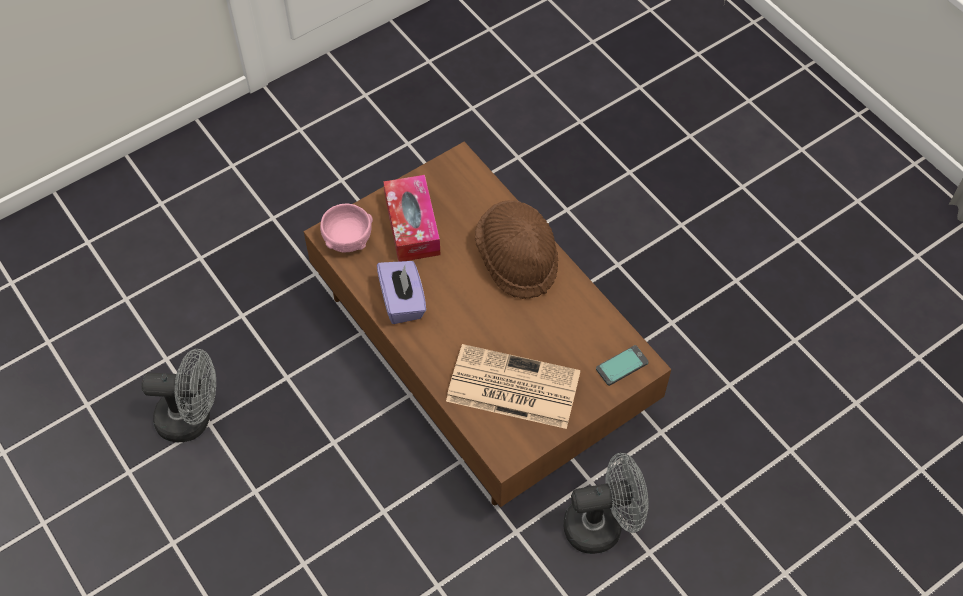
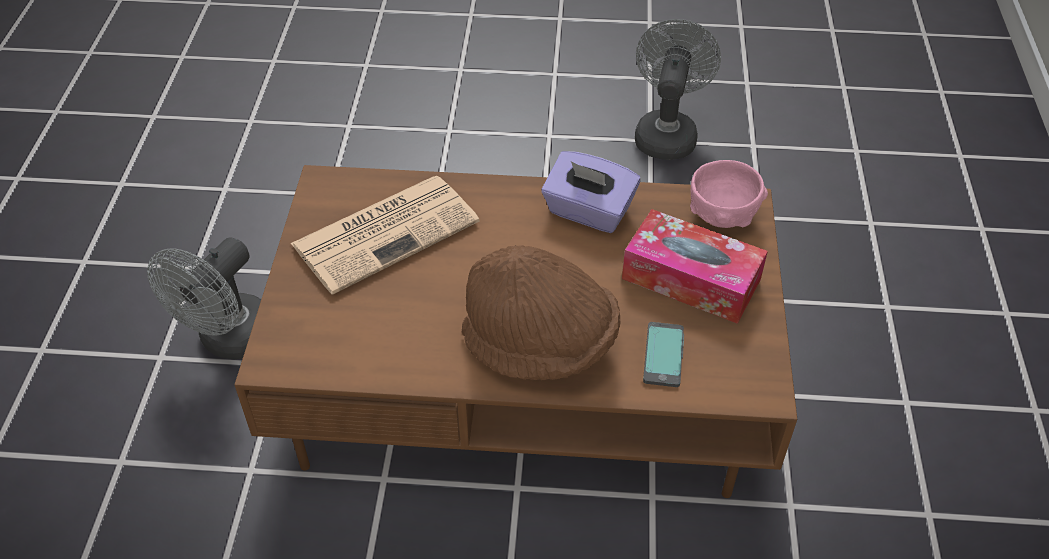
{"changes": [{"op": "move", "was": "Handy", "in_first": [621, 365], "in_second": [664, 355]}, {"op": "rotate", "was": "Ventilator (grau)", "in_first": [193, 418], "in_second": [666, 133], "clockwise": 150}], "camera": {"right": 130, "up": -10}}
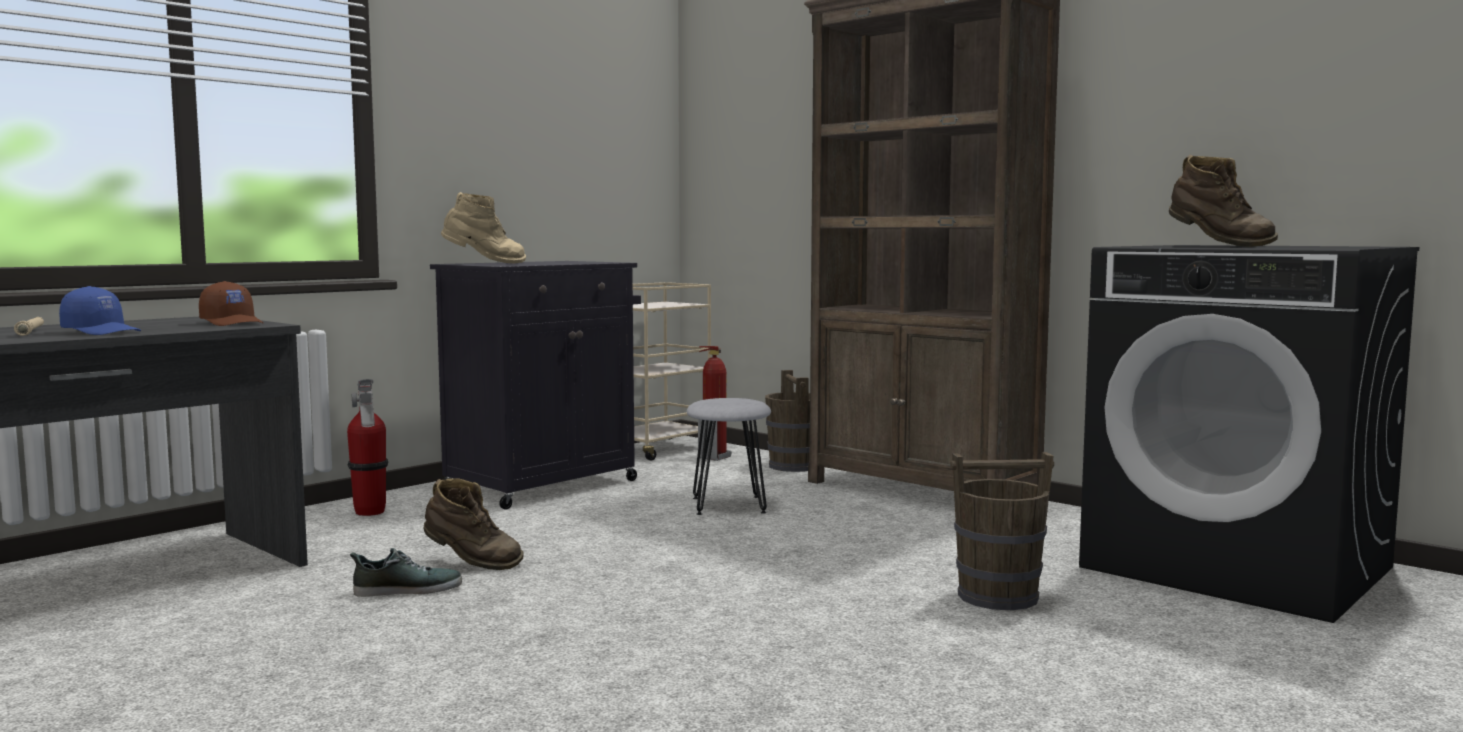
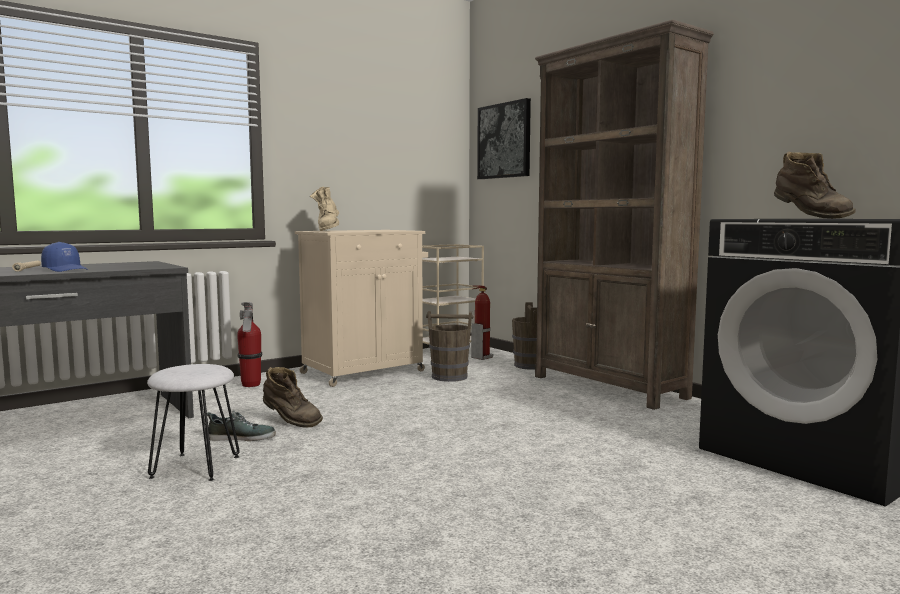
{"changes": [{"op": "rotate", "was": "Stiefel (beige)", "in_first": [484, 263], "in_second": [328, 230], "clockwise": 90}, {"op": "recolor", "was": "Schrank (schwarz)", "now": "Schrank (beige)", "in_first": [544, 485], "in_second": [365, 372]}, {"op": "delete", "was": "Kappe (braun)", "in_first": [233, 323]}, {"op": "move", "was": "Hocker (weiß)", "in_first": [728, 505], "in_second": [196, 466]}, {"op": "move", "was": "Eimer (braun)", "in_first": [997, 596], "in_second": [449, 377]}, {"op": "insert", "now": "Bild", "in_second": [504, 141]}], "camera": {"right": 10, "up": 0}}
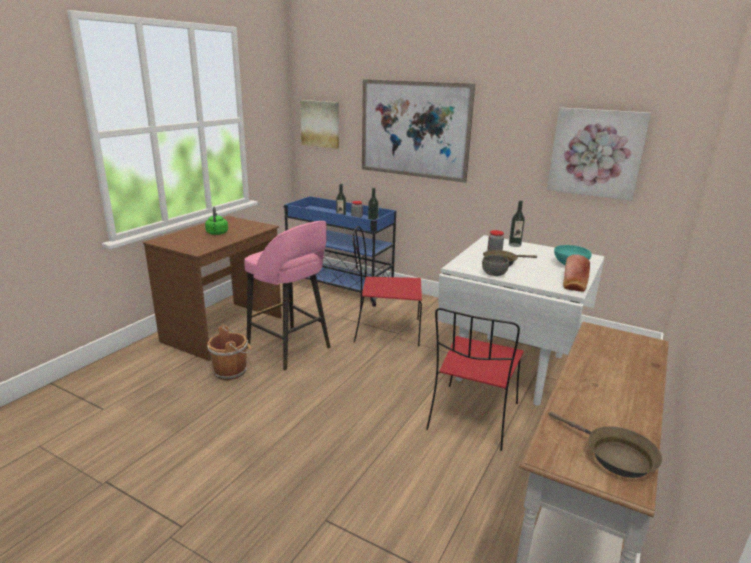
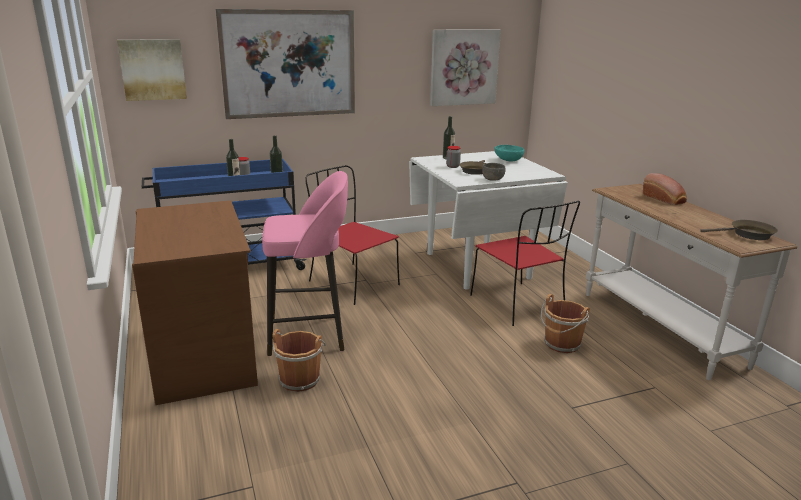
{"changes": [{"op": "delete", "was": "Wasserkessel (grün)", "in_first": [217, 233]}, {"op": "rotate", "was": "Stuhl (rot)", "in_first": [385, 330], "in_second": [352, 283], "clockwise": 90}, {"op": "move", "was": "Brot", "in_first": [574, 283], "in_second": [664, 199]}, {"op": "insert", "now": "Eimer (braun)", "in_second": [561, 344]}], "camera": {"right": -50, "up": 0}}
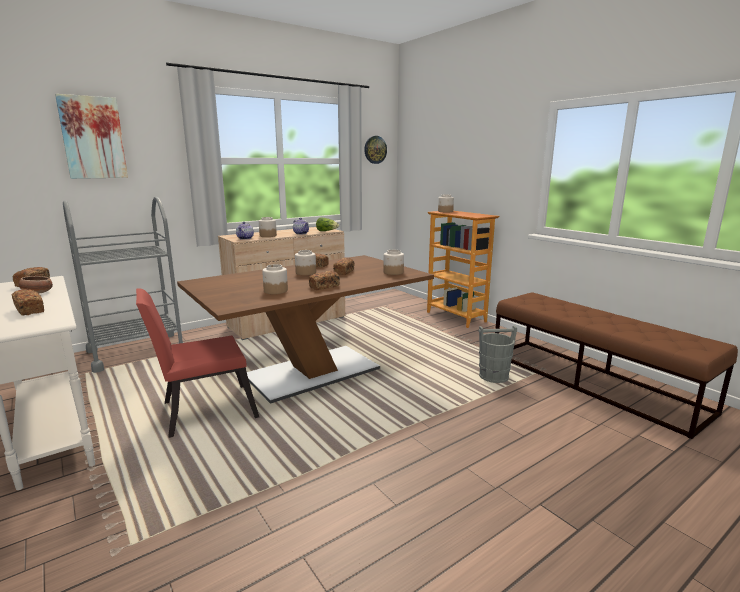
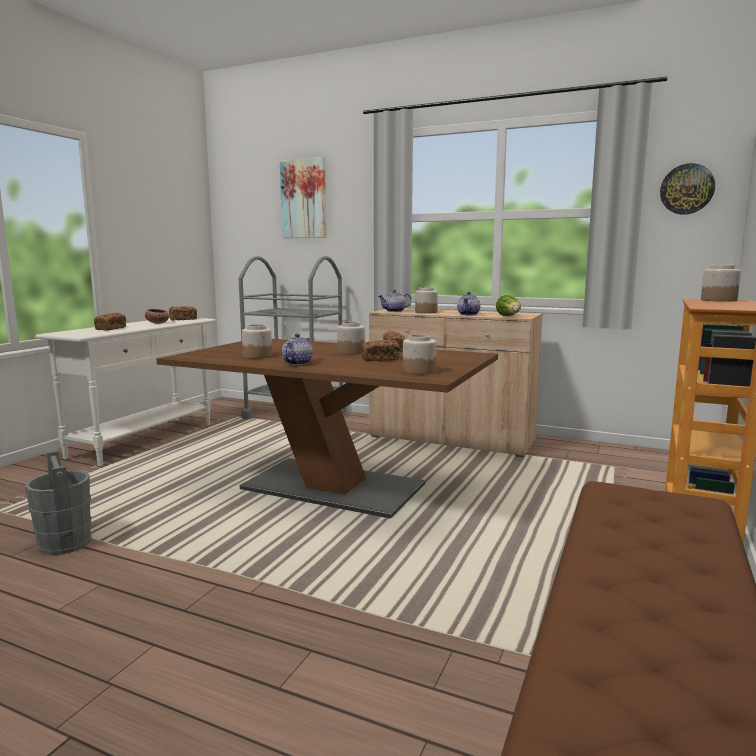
{"changes": [{"op": "replace", "was": "Brot", "now": "Teekanne", "in_first": [324, 287], "in_second": [297, 363]}, {"op": "delete", "was": "Stuhl (rot)", "in_first": [202, 410]}, {"op": "move", "was": "Eimer (grau)", "in_first": [494, 376], "in_second": [65, 543]}], "camera": {"right": 60, "up": -5}}
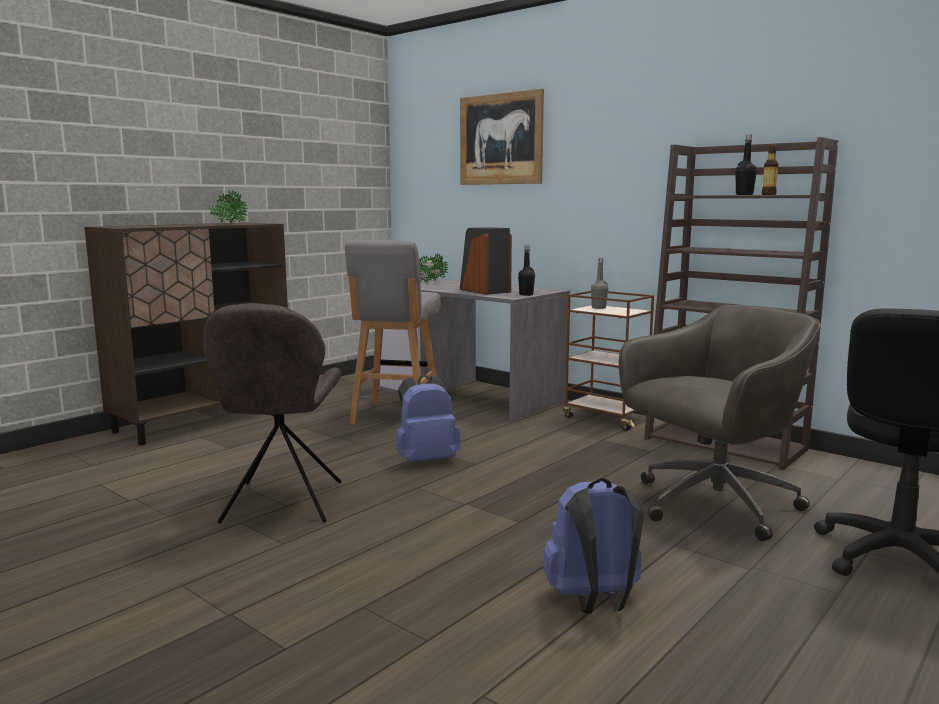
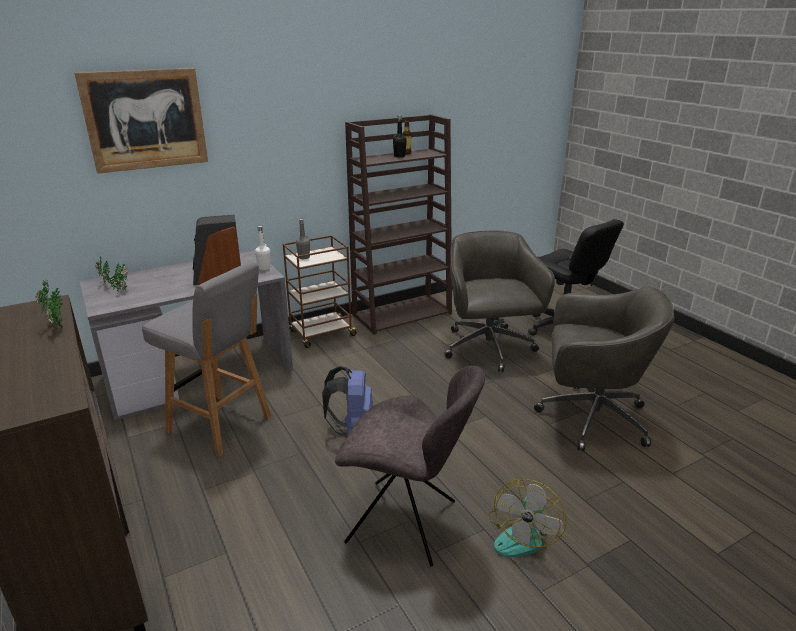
{"changes": [{"op": "recolor", "was": "Flasche (schwarz)", "now": "Flasche (weiß)", "in_first": [526, 295], "in_second": [264, 268]}, {"op": "replace", "was": "Rucksack (blau)", "now": "Bürostuhl (grau)", "in_first": [594, 602], "in_second": [590, 417]}, {"op": "insert", "now": "Ventilator", "in_second": [521, 534]}], "camera": {"right": -70, "up": 15}}
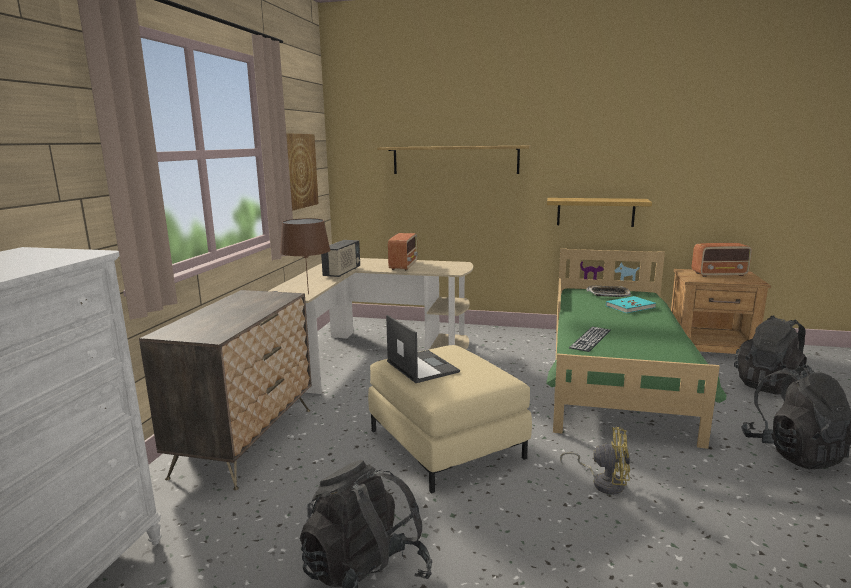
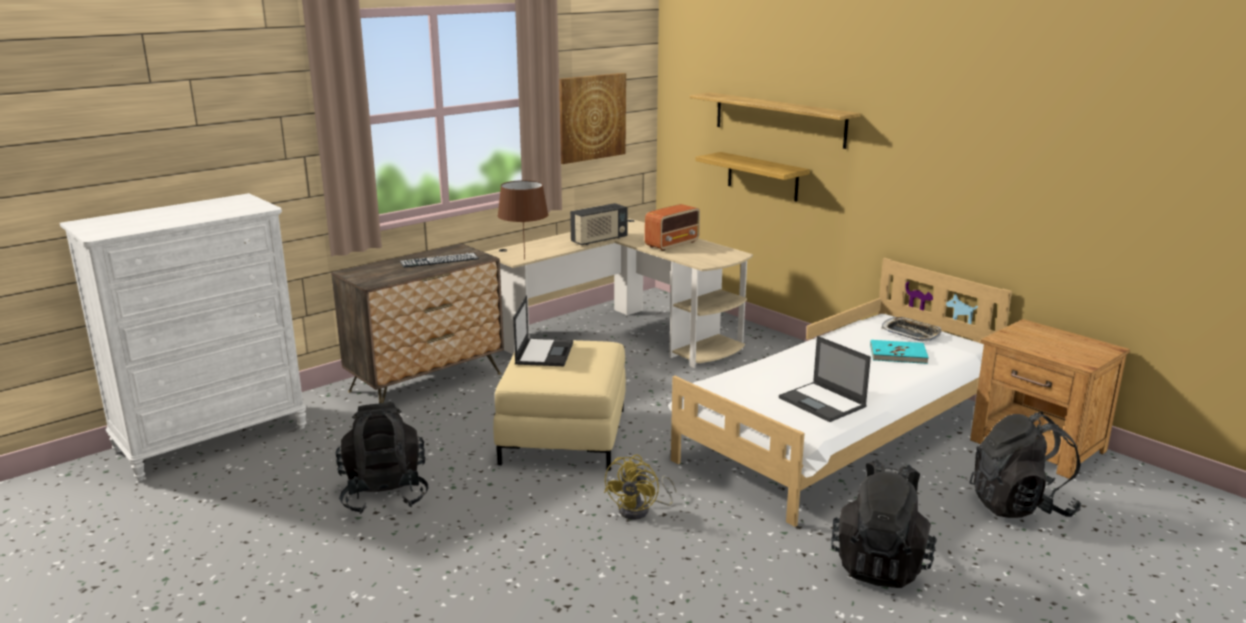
{"changes": [{"op": "move", "was": "Wandregal", "in_first": [595, 212], "in_second": [762, 176]}, {"op": "delete", "was": "Radio", "in_first": [719, 274]}, {"op": "recolor", "was": "Bett (grün)", "now": "Bett (weiß)", "in_first": [615, 376], "in_second": [841, 435]}, {"op": "move", "was": "Tastatur", "in_first": [590, 339], "in_second": [439, 260]}, {"op": "rotate", "was": "Ventilator (gelb)", "in_first": [603, 482], "in_second": [640, 510], "clockwise": 60}, {"op": "insert", "now": "Laptop", "in_second": [823, 402]}], "camera": {"right": 35, "up": 5}}
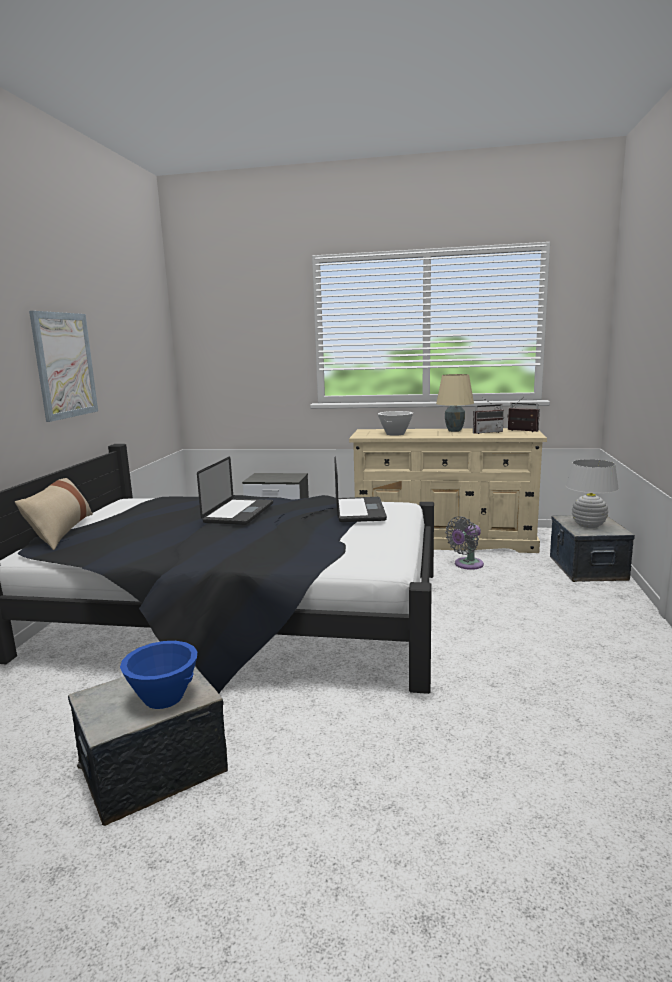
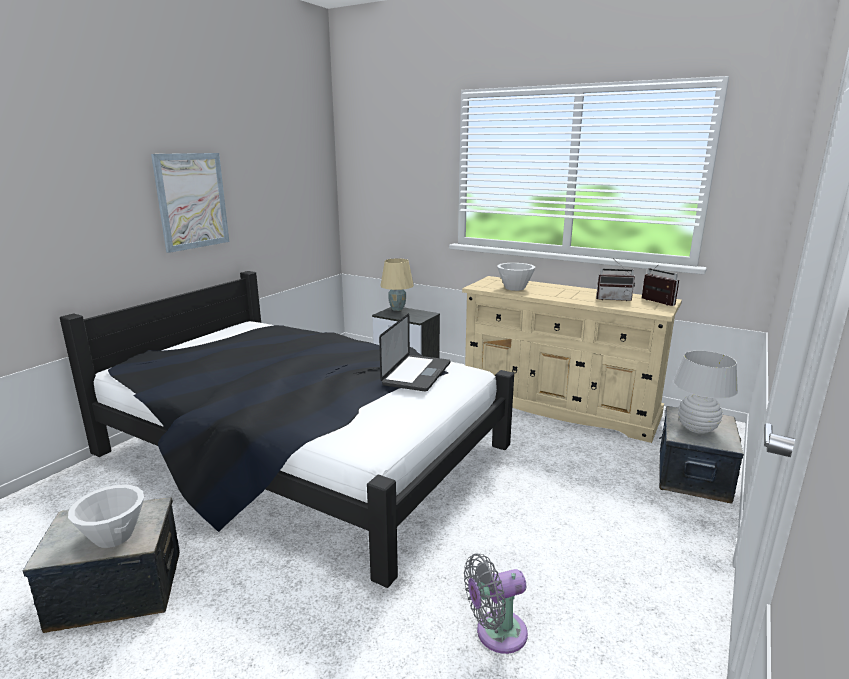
{"changes": [{"op": "move", "was": "Tischlampe (beige)", "in_first": [454, 430], "in_second": [397, 309]}, {"op": "delete", "was": "Laptop", "in_first": [239, 513]}, {"op": "delete", "was": "Kissen (beige)", "in_first": [61, 531]}, {"op": "move", "was": "Ventilator (grau)", "in_first": [466, 565], "in_second": [496, 633]}, {"op": "recolor", "was": "Schüssel (blau)", "now": "Schüssel (weiß)", "in_first": [164, 697], "in_second": [114, 536]}], "camera": {"right": 20, "up": 5}}
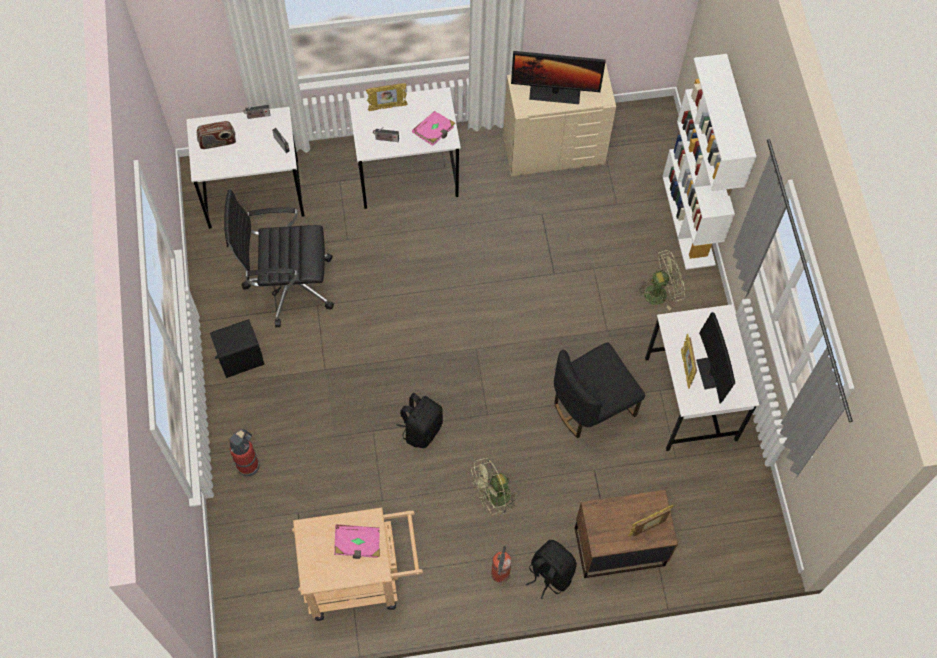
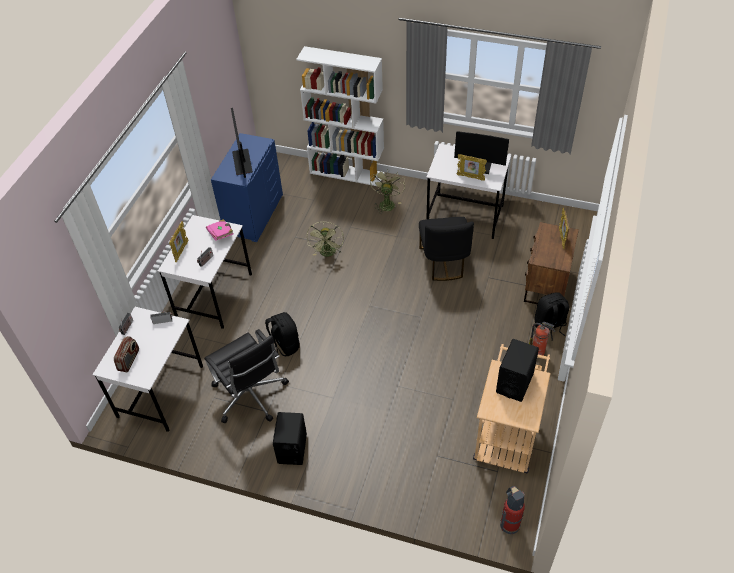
{"changes": [{"op": "rotate", "was": "Monitor", "in_first": [555, 92], "in_second": [242, 162], "clockwise": 135}, {"op": "recolor", "was": "Kommode (beige)", "now": "Kommode (blau)", "in_first": [553, 149], "in_second": [253, 214]}, {"op": "rotate", "was": "Bürostuhl (schwarz)", "in_first": [288, 284], "in_second": [251, 396], "clockwise": -60}, {"op": "move", "was": "Rucksack (schwarz)", "in_first": [421, 429], "in_second": [284, 345]}, {"op": "move", "was": "Feuerlöscher", "in_first": [249, 464], "in_second": [509, 523]}, {"op": "move", "was": "Ventilator (grün)", "in_first": [493, 497], "in_second": [328, 253]}, {"op": "replace", "was": "Buch (rosa)", "now": "Lautsprecher (schwarz)", "in_first": [357, 544], "in_second": [514, 383]}], "camera": {"right": -60, "up": -15}}
